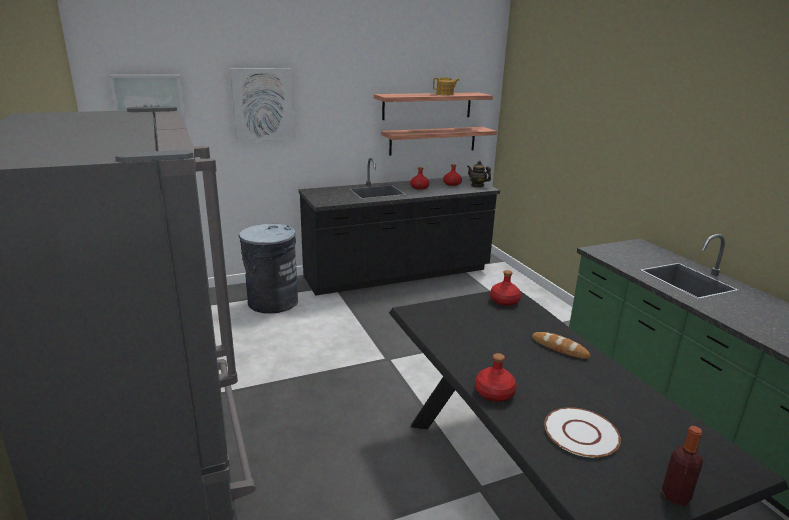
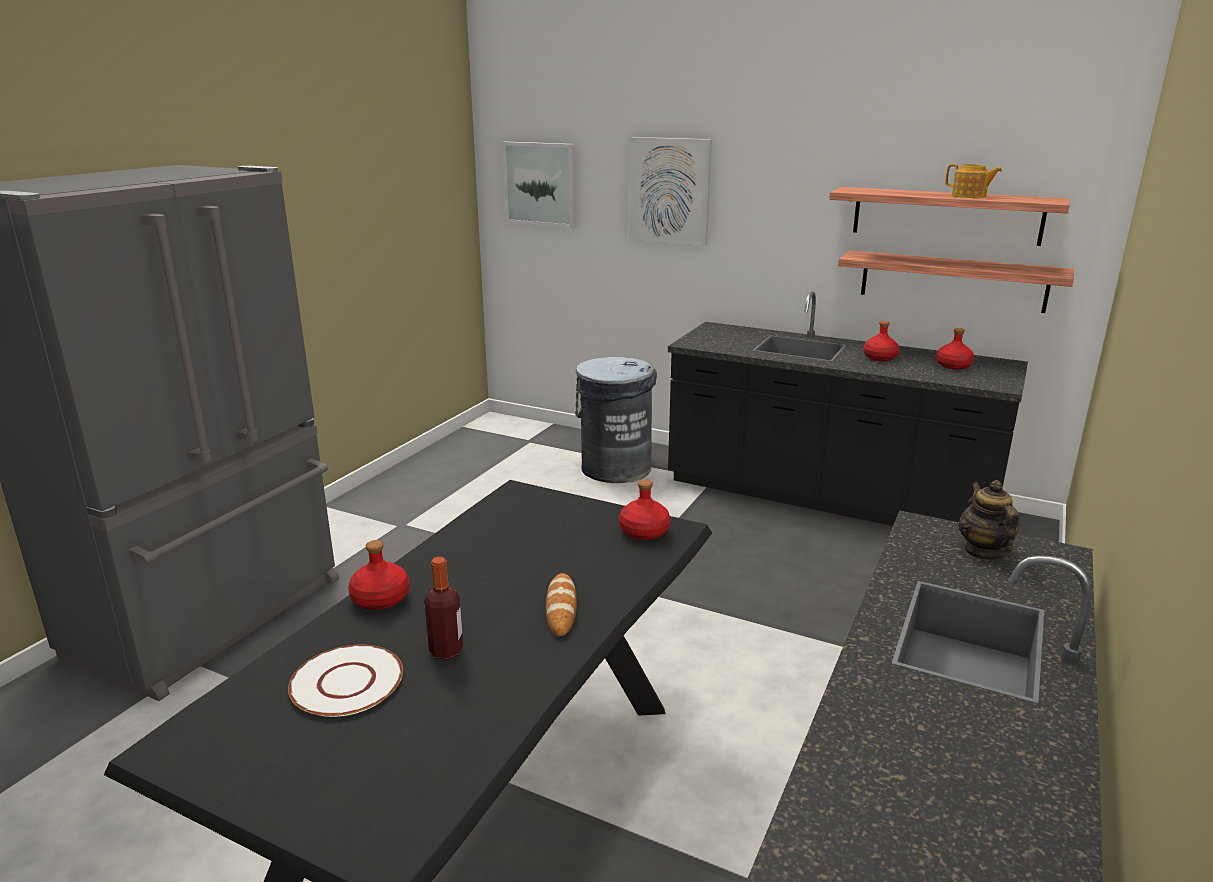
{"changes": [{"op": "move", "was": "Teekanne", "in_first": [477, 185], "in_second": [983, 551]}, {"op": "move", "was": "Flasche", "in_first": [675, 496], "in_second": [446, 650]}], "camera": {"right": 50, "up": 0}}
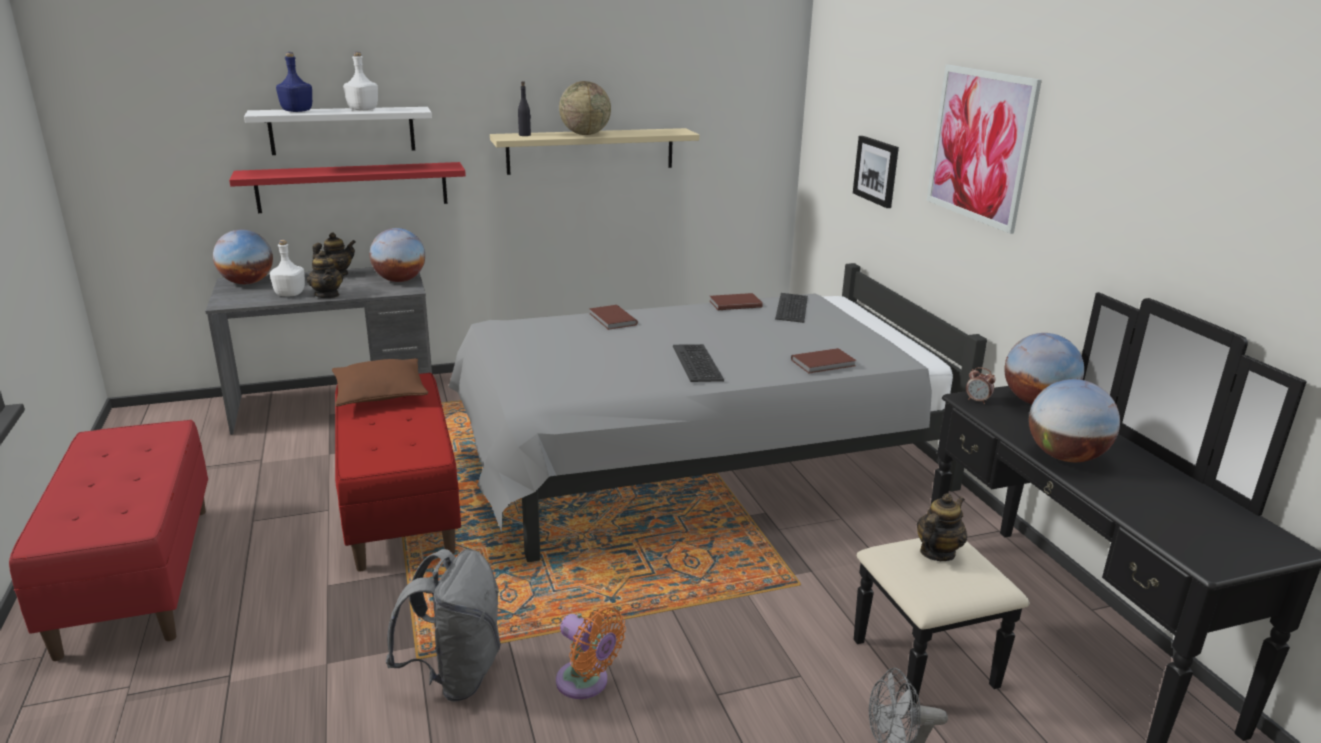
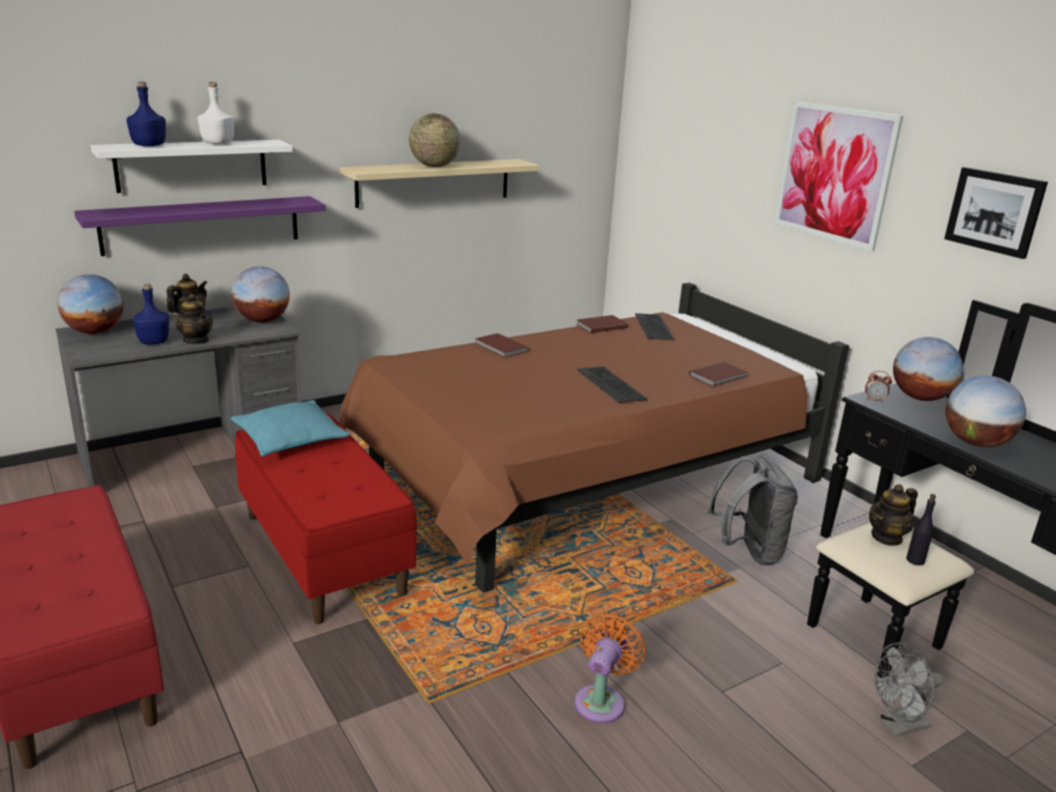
{"changes": [{"op": "move", "was": "Flasche (schwarz)", "in_first": [525, 135], "in_second": [915, 560]}, {"op": "move", "was": "Bild", "in_first": [876, 171], "in_second": [995, 211]}, {"op": "recolor", "was": "Wandregal (rot)", "now": "Wandregal (lila)", "in_first": [353, 187], "in_second": [202, 225]}, {"op": "recolor", "was": "Flasche (weiß)", "now": "Flasche (blau)", "in_first": [290, 294], "in_second": [154, 342]}, {"op": "recolor", "was": "Bett (grau)", "now": "Bett (braun)", "in_first": [695, 463], "in_second": [584, 480]}, {"op": "recolor", "was": "Kissen (braun)", "now": "Kissen (türkis)", "in_first": [380, 393], "in_second": [290, 439]}, {"op": "rotate", "was": "Teekanne", "in_first": [937, 553], "in_second": [887, 537], "clockwise": -150}, {"op": "move", "was": "Rucksack (grau)", "in_first": [455, 675], "in_second": [748, 551]}, {"op": "rotate", "was": "Ventilator (orange)", "in_first": [586, 683], "in_second": [602, 700], "clockwise": -90}], "camera": {"right": -15, "up": 0}}
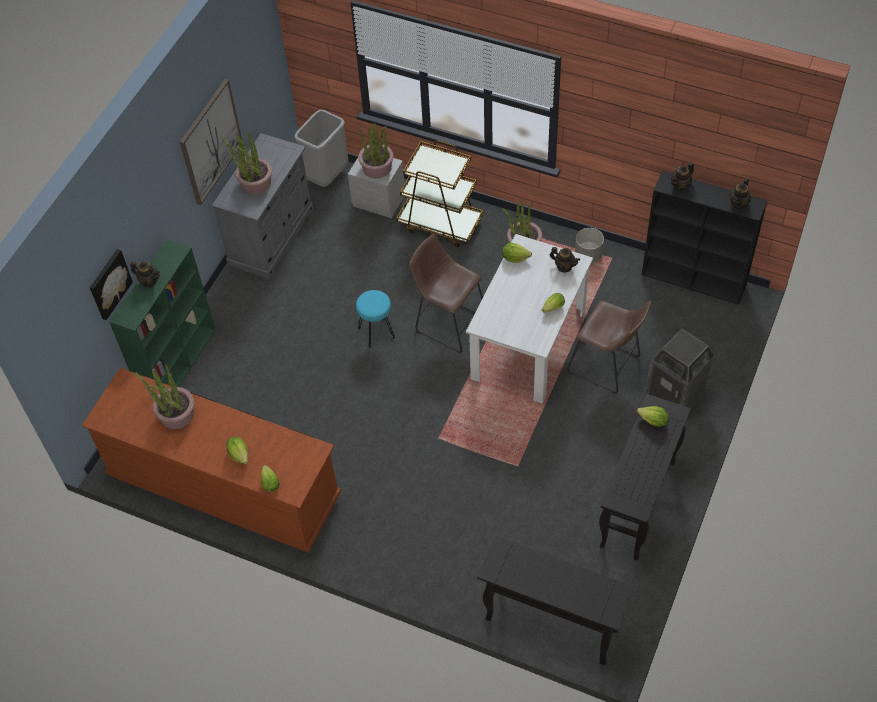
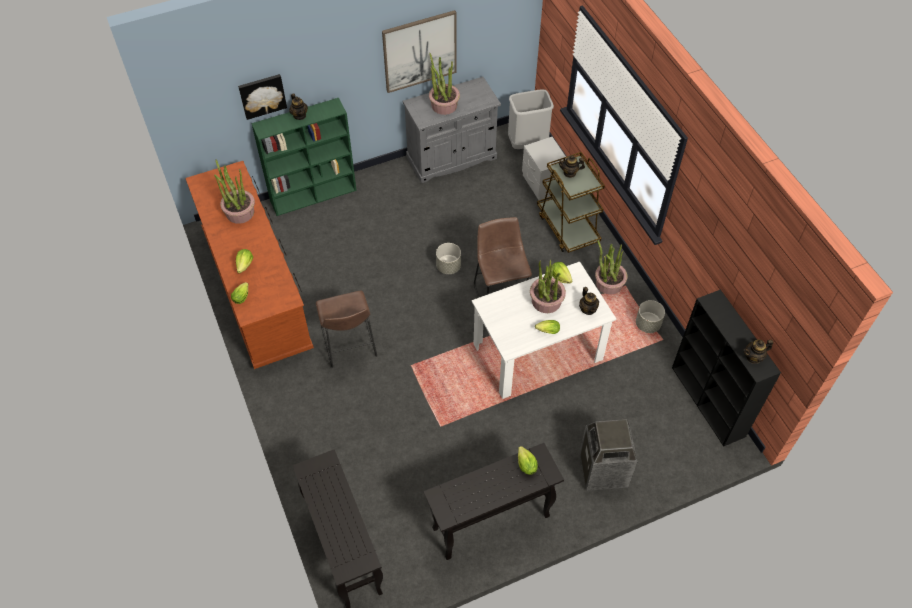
{"changes": [{"op": "move", "was": "Topfpflanze", "in_first": [377, 167], "in_second": [546, 301]}, {"op": "move", "was": "Teekanne", "in_first": [680, 186], "in_second": [569, 173]}, {"op": "replace", "was": "Hocker (türkis)", "now": "Pflanzkübel (grau)", "in_first": [376, 332], "in_second": [448, 266]}, {"op": "move", "was": "Hocker (braun)", "in_first": [607, 366], "in_second": [349, 346]}], "camera": {"right": 40, "up": 0}}
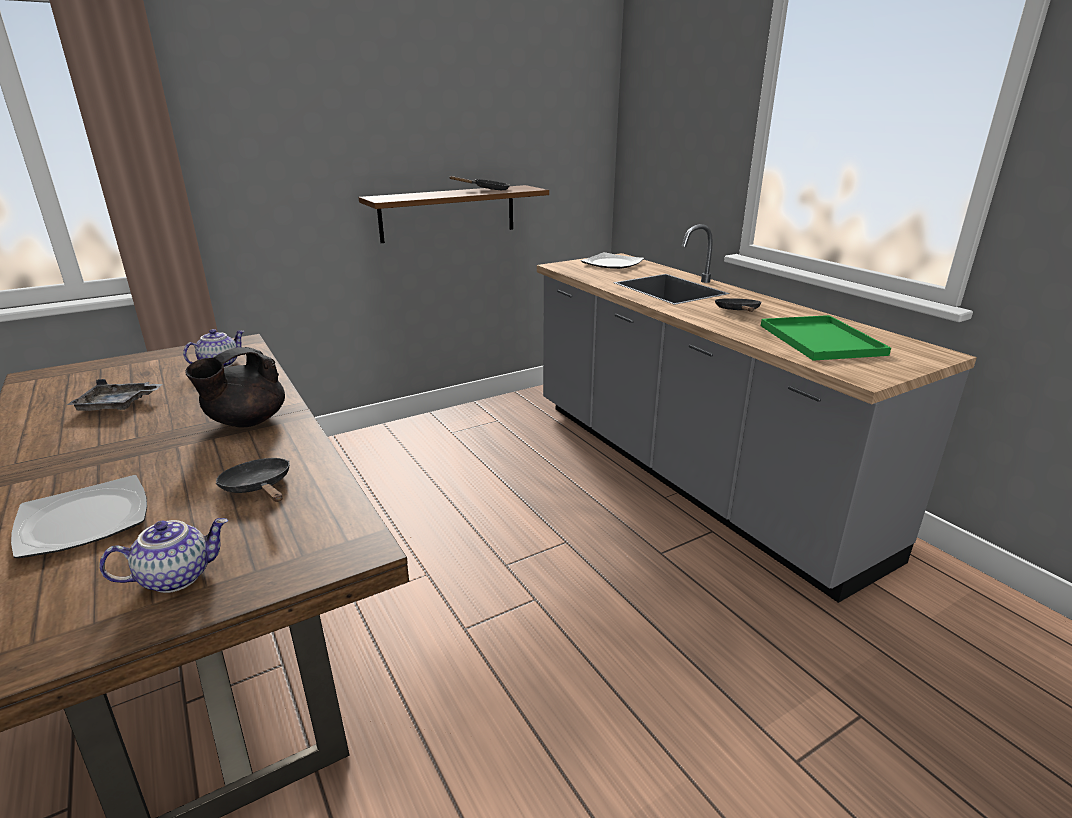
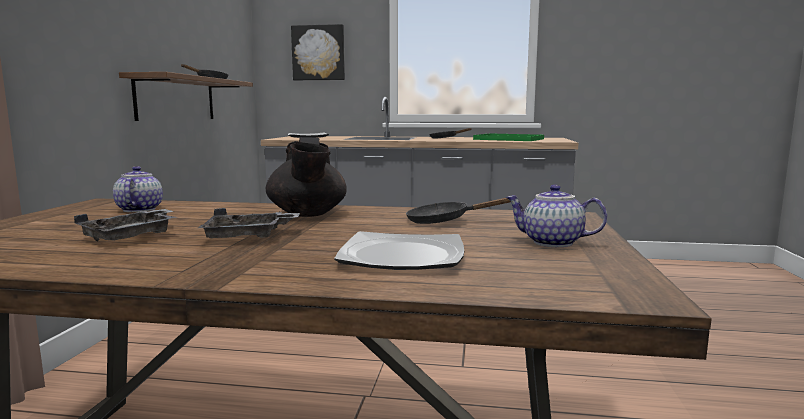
{"changes": [{"op": "rotate", "was": "Teekanne", "in_first": [177, 576], "in_second": [551, 243], "clockwise": -75}, {"op": "insert", "now": "Bild", "in_second": [318, 53]}, {"op": "insert", "now": "Tablett (grau)", "in_second": [248, 236]}], "camera": {"right": -50, "up": -15}}
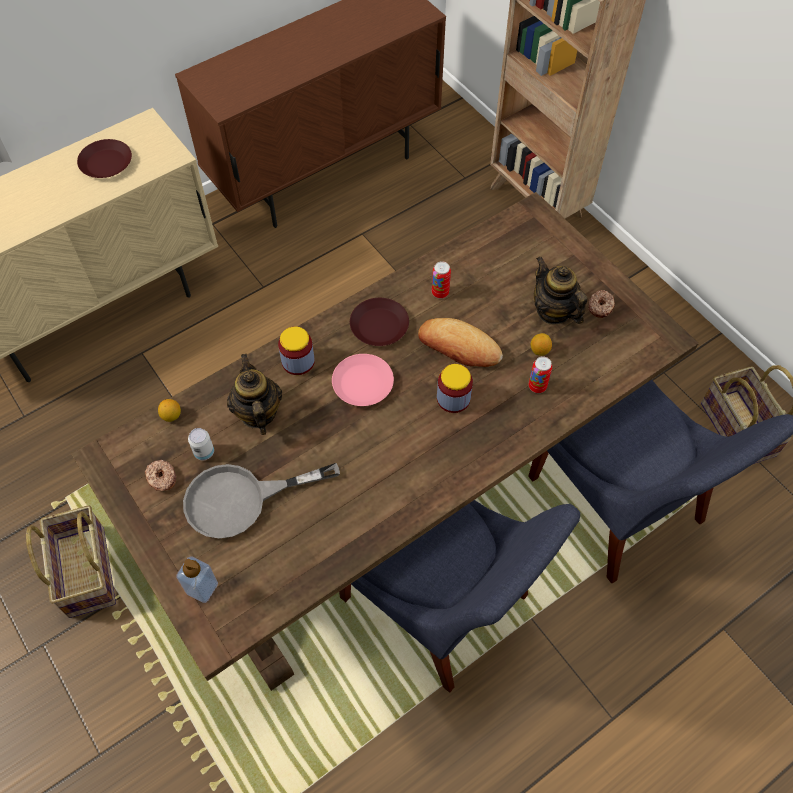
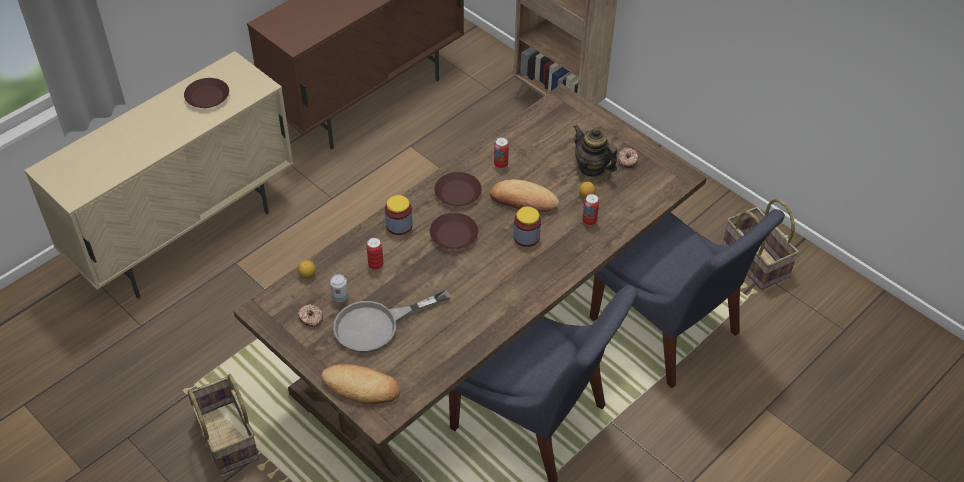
{"changes": [{"op": "replace", "was": "Teekanne", "now": "Dose", "in_first": [257, 413], "in_second": [375, 265]}, {"op": "recolor", "was": "Teller (rosa)", "now": "Teller (braun)", "in_first": [363, 383], "in_second": [454, 234]}, {"op": "replace", "was": "Seifenspender", "now": "Brot", "in_first": [202, 588], "in_second": [361, 387]}], "camera": {"right": -10, "up": -10}}
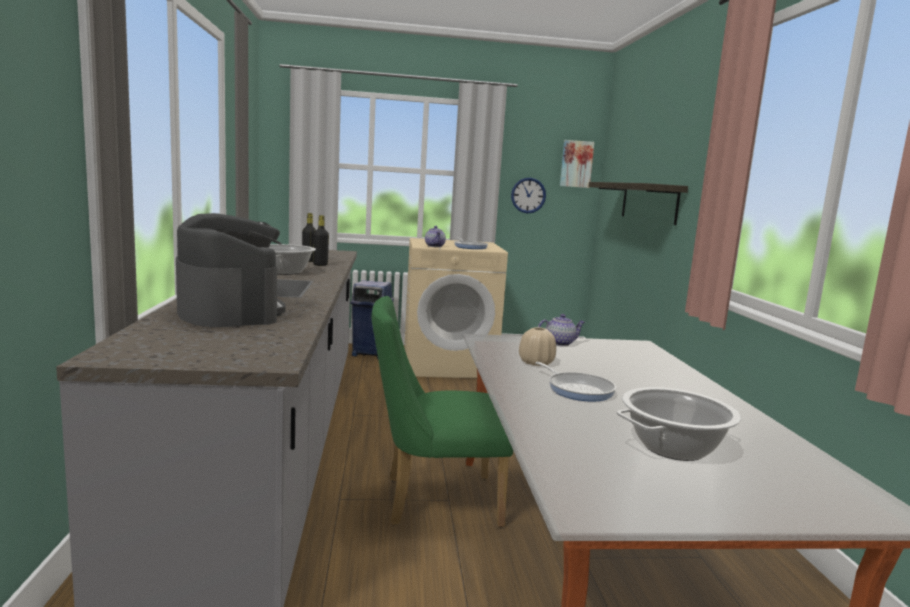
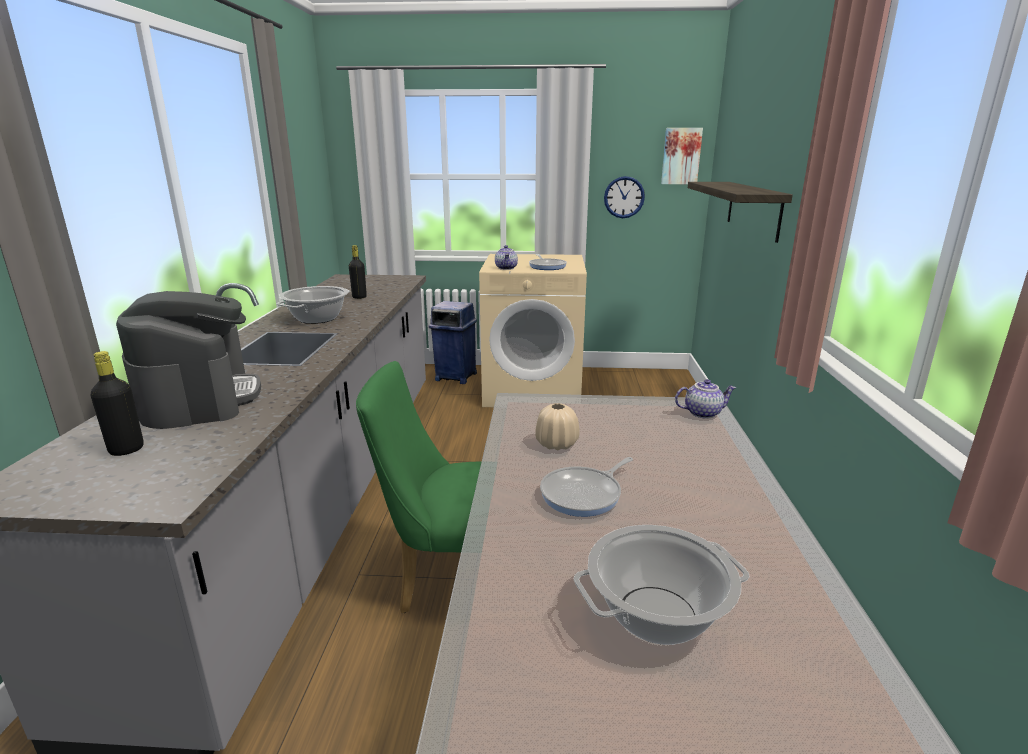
{"changes": [{"op": "move", "was": "Flasche (schwarz)", "in_first": [320, 265], "in_second": [126, 449]}, {"op": "move", "was": "Teekanne", "in_first": [559, 343], "in_second": [702, 413]}, {"op": "rotate", "was": "Pfanne", "in_first": [578, 389], "in_second": [584, 494], "clockwise": 75}], "camera": {"right": 10, "up": 10}}
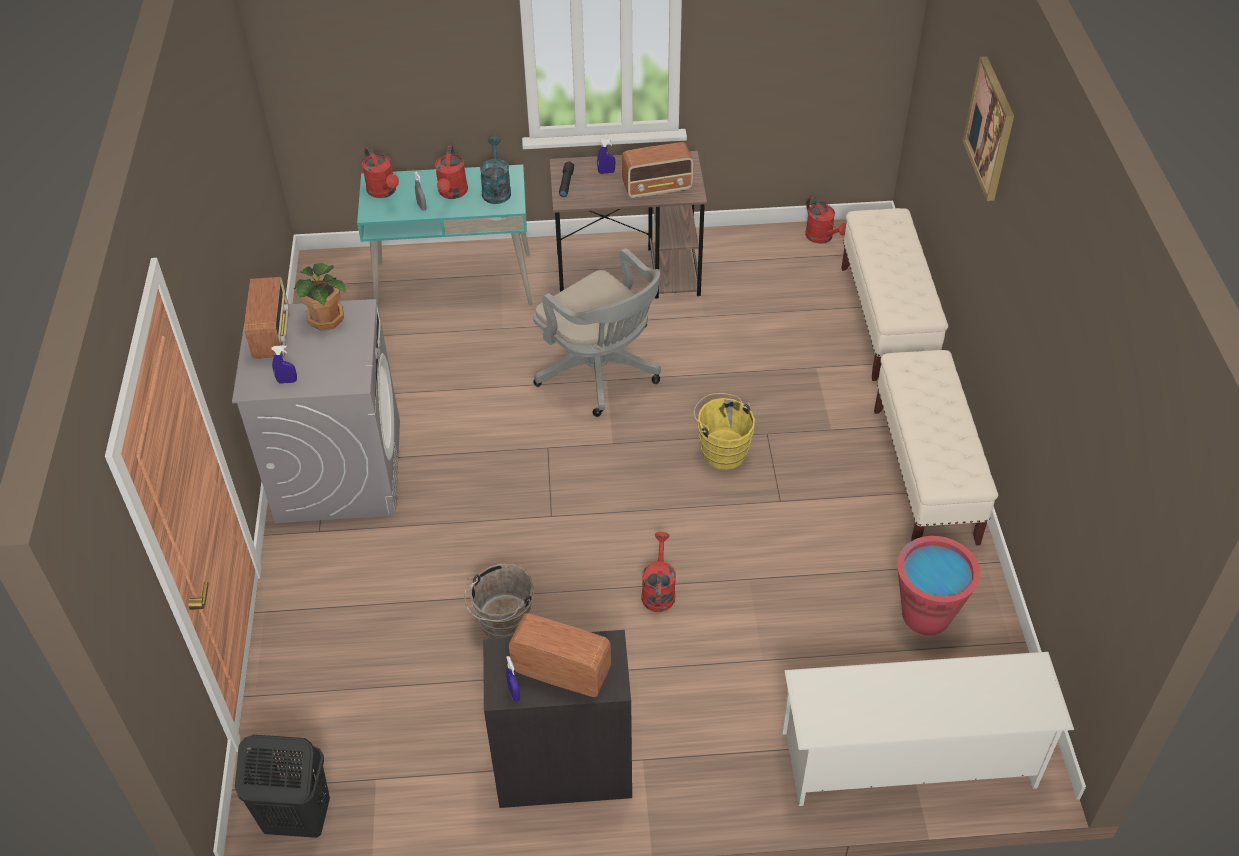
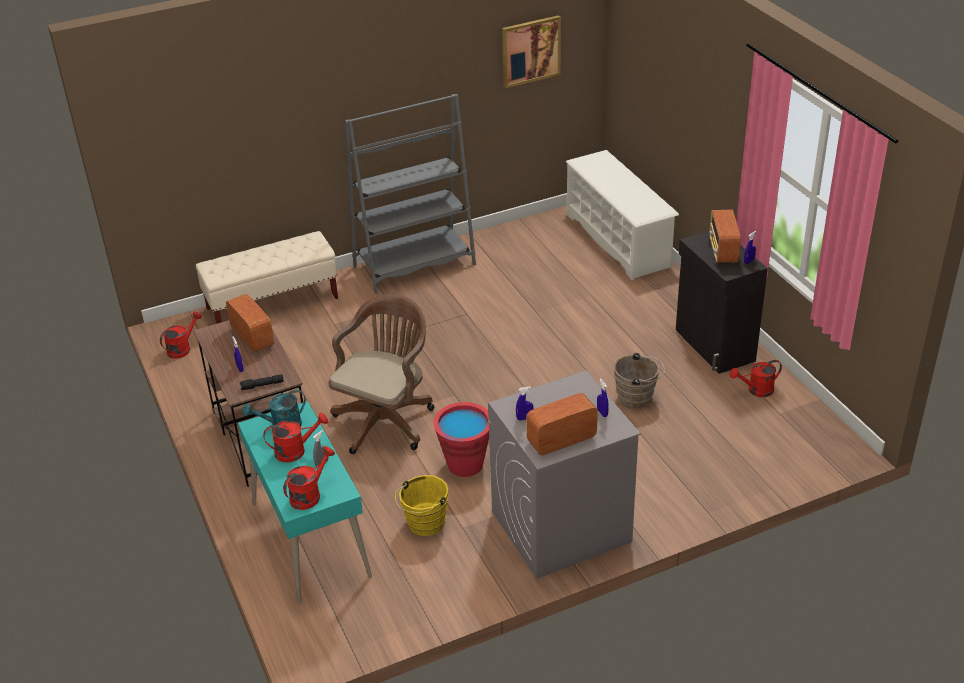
{"changes": [{"op": "move", "was": "Bild", "in_first": [990, 128], "in_second": [530, 51]}, {"op": "recolor", "was": "Bürostuhl (grau)", "now": "Bürostuhl (braun)", "in_first": [601, 374], "in_second": [386, 419]}, {"op": "replace", "was": "Topfpflanze", "now": "Sprühflasche (blau)", "in_first": [327, 318], "in_second": [524, 418]}, {"op": "replace", "was": "Bank (beige)", "now": "Bücherregal (grau)", "in_first": [924, 476], "in_second": [415, 266]}, {"op": "move", "was": "Eimer (gelb)", "in_first": [722, 450], "in_second": [423, 524]}, {"op": "move", "was": "Gießkanne (rot)", "in_first": [658, 591], "in_second": [756, 390]}, {"op": "move", "was": "Eimer (rot)", "in_first": [926, 615], "in_second": [465, 464]}, {"op": "delete", "was": "Wäschekorb (schwarz)", "in_first": [297, 819]}], "camera": {"right": -110, "up": -10}}
